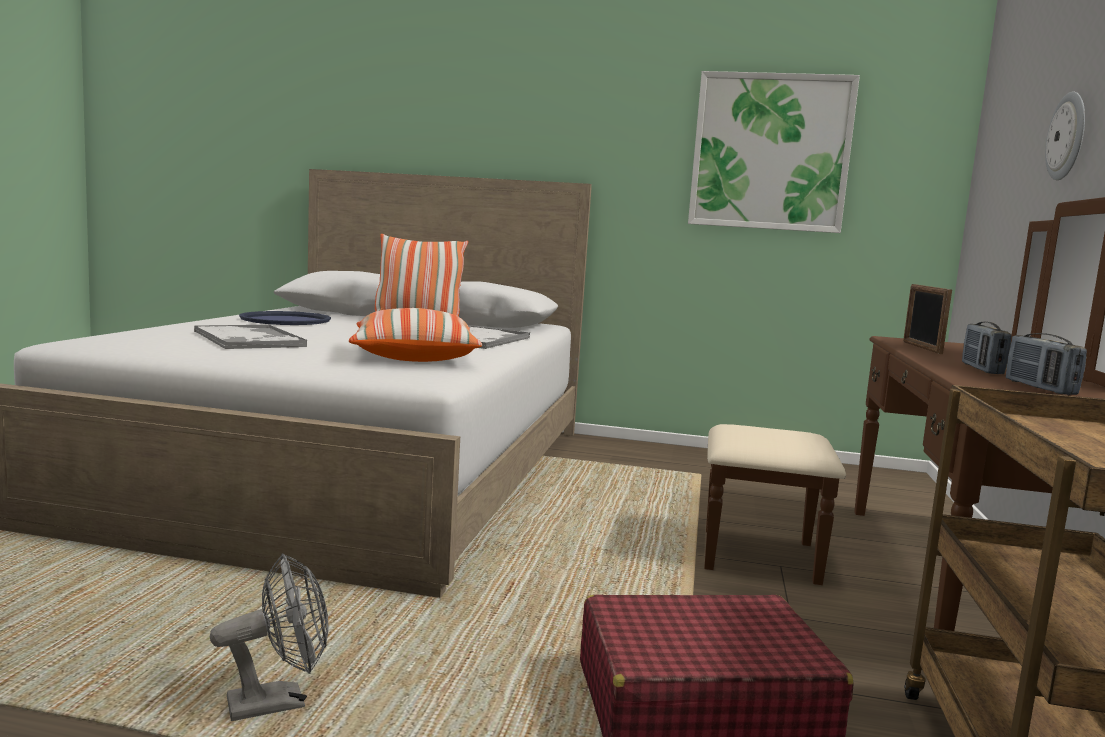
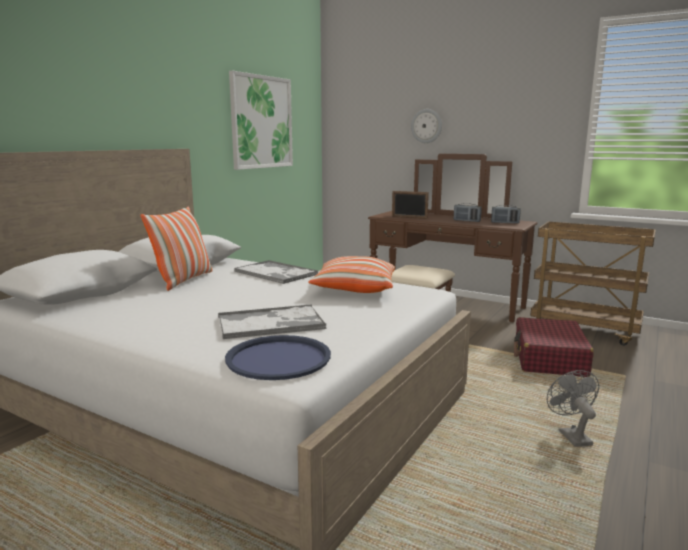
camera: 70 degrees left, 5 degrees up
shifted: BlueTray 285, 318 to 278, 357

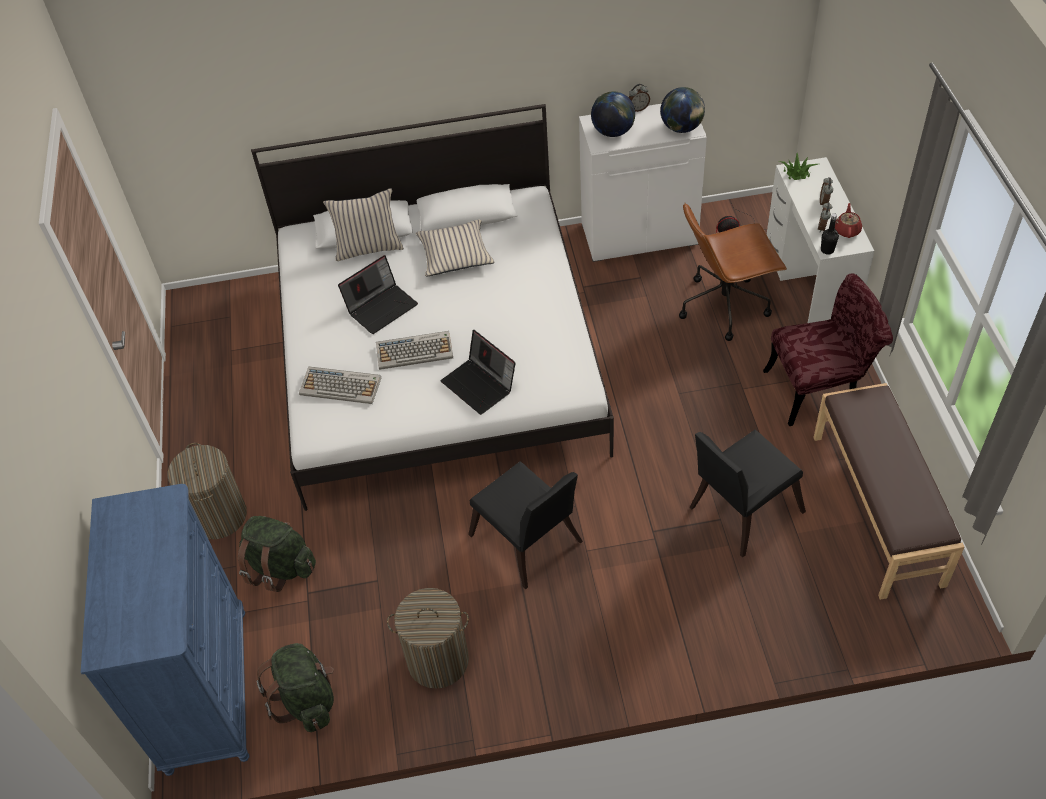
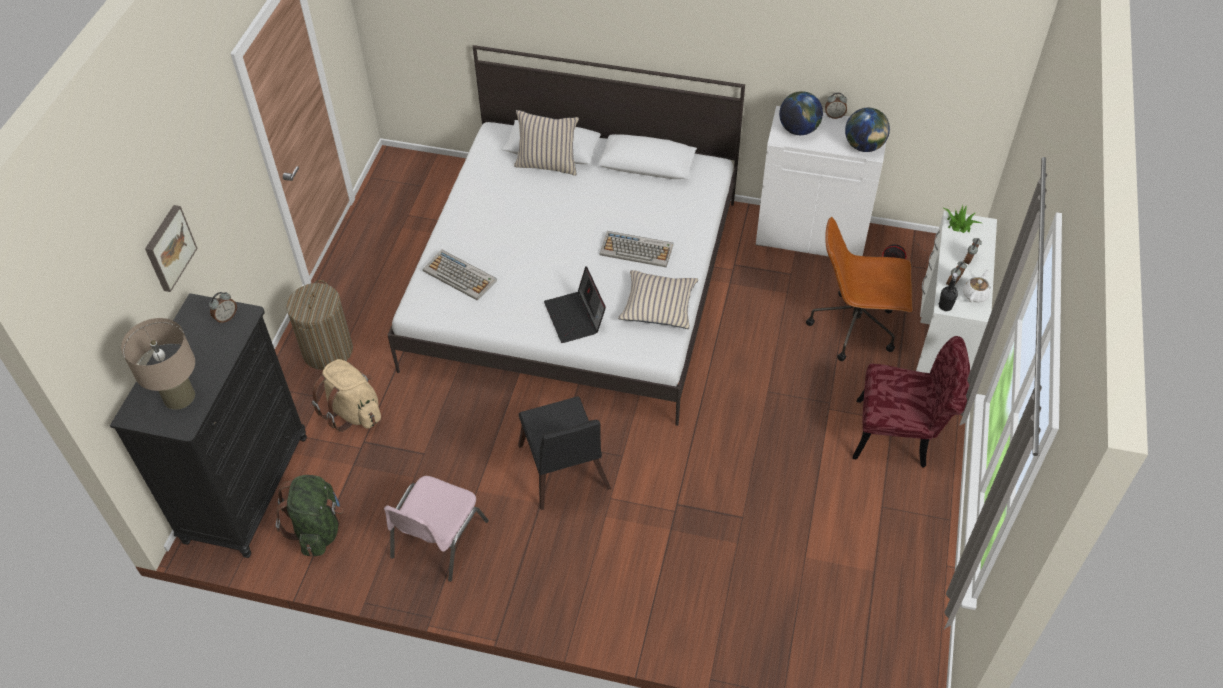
camera: 20 degrees right, 0 degrees up
gone: PortableComputer 378, 294; BrownColouredLongSeat 888, 491; BlackColouredUprightChair 748, 493
new: WallArt 171, 248; BedsideClock 223, 307; SandColouredTableLamp 158, 364
shifted: SandColouredCushion 455, 248 to 658, 299; PcKeyboard 414, 350 to 636, 249
swapped: WashingBasket 428, 638 to PinkColouredUprightChair 436, 529
repainted: ReddishPotForTea 848, 220 to WhitishPotForTea 977, 285; BlueChestOfDrawers 165, 630 to BlackColouredChestOfDrawers 208, 425; GreenColouredBackpack 277, 554 to SandColouredBackpack 346, 395

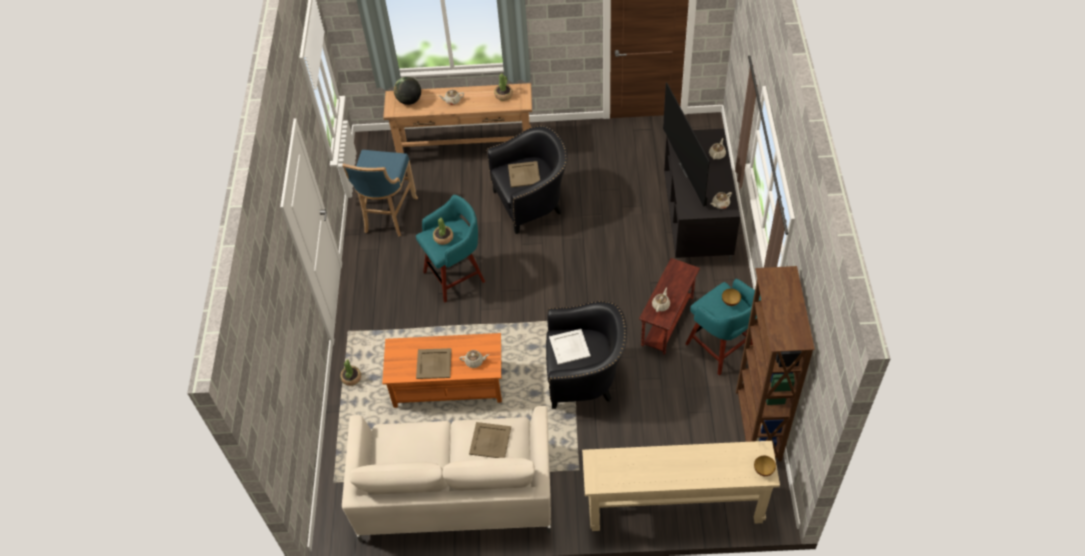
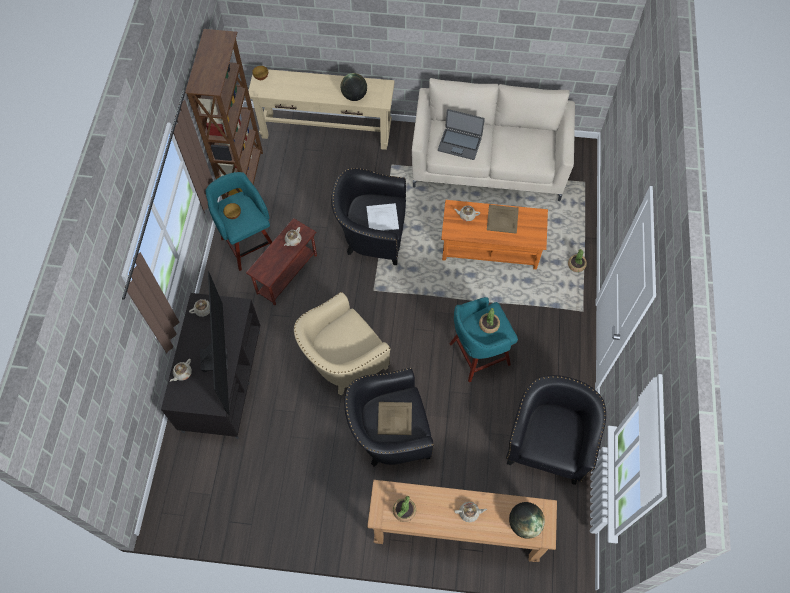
camera: 175 degrees left, 10 degrees up
new: WorldGlobe 353, 87; SandColouredEasyChair 342, 343
swapped: BlueStool 380, 193 to BlackColouredEasyChair 556, 430; SandColouredTray 490, 440 to PortableComputer 461, 134

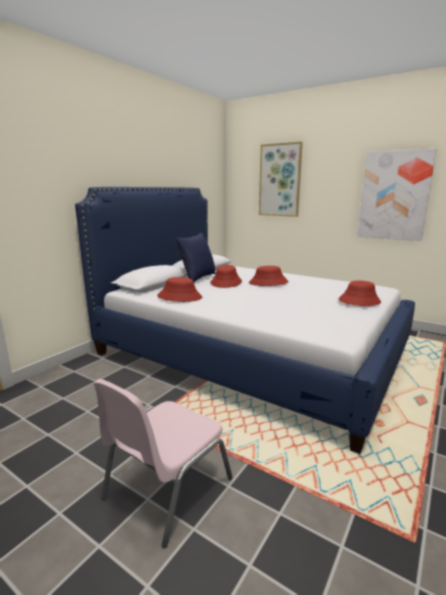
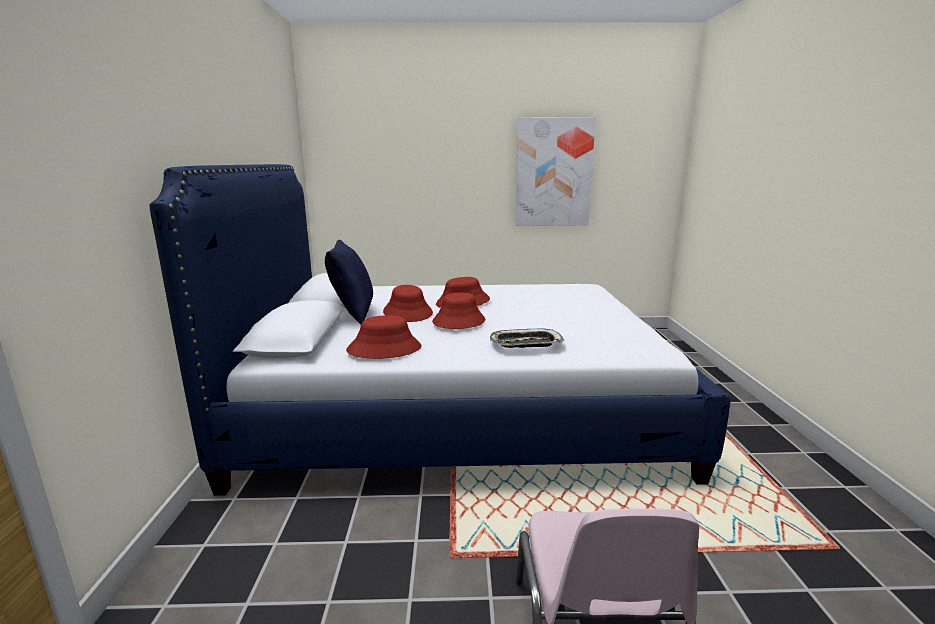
camera: 35 degrees left, 0 degrees up
gone: WallArt 281, 179
new: Tray 527, 338
shifted: ReddishClothingHat 359, 293 to 458, 311

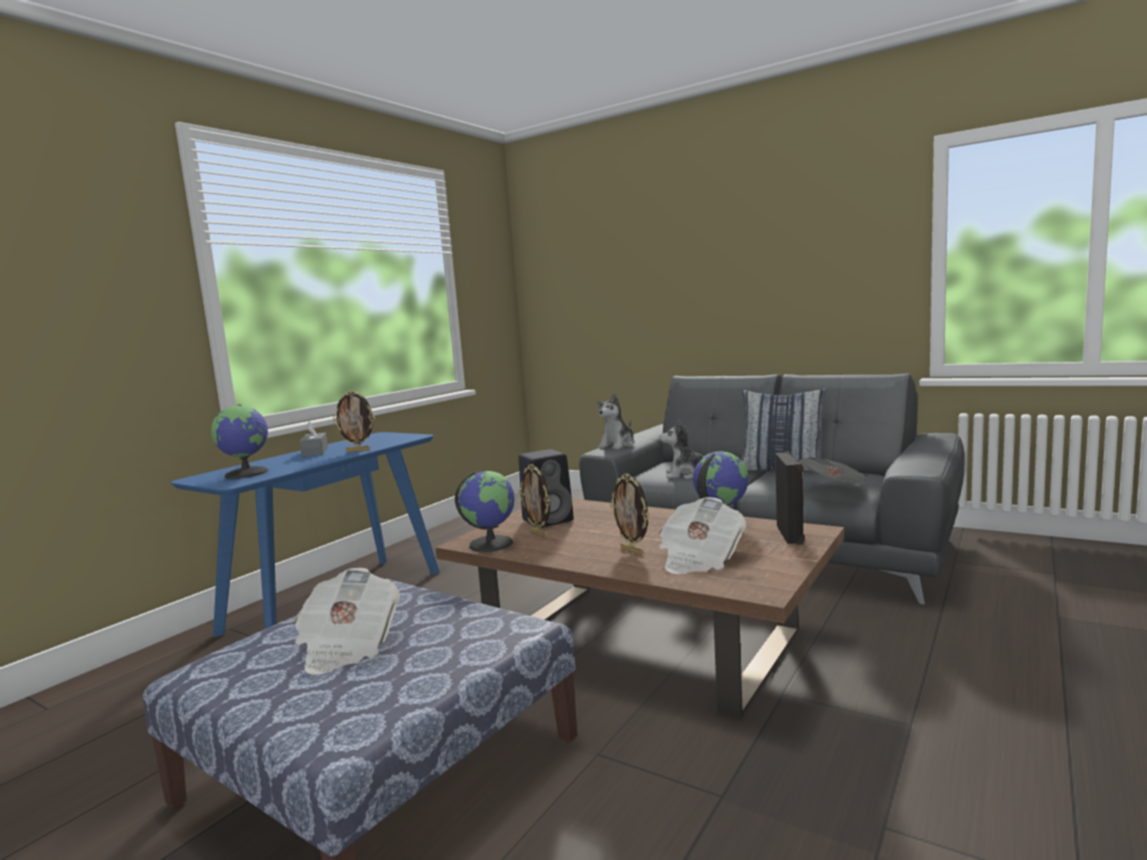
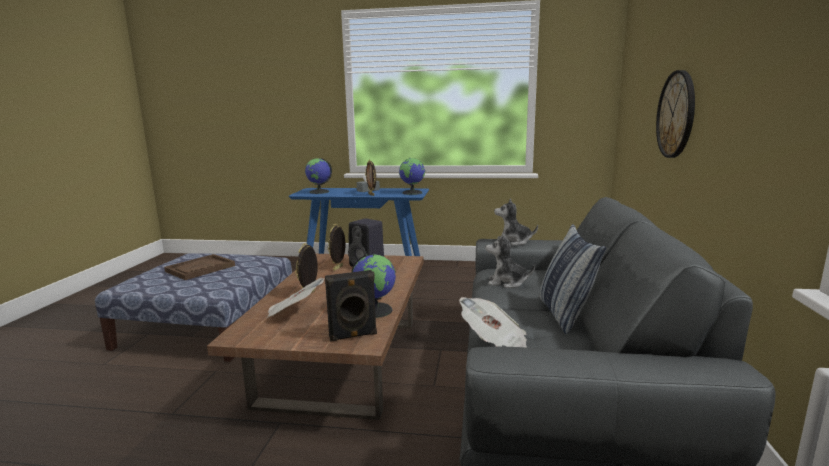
camera: 65 degrees right, 5 degrees up
new: HangingClock 675, 114
shifted: WorldGlobe 485, 511 to 412, 176
swapped: DailyPaper 347, 621 to BrownColouredTray 199, 267
rotated: PlushToy 688, 449 = 510, 261 60 degrees counterclockwise

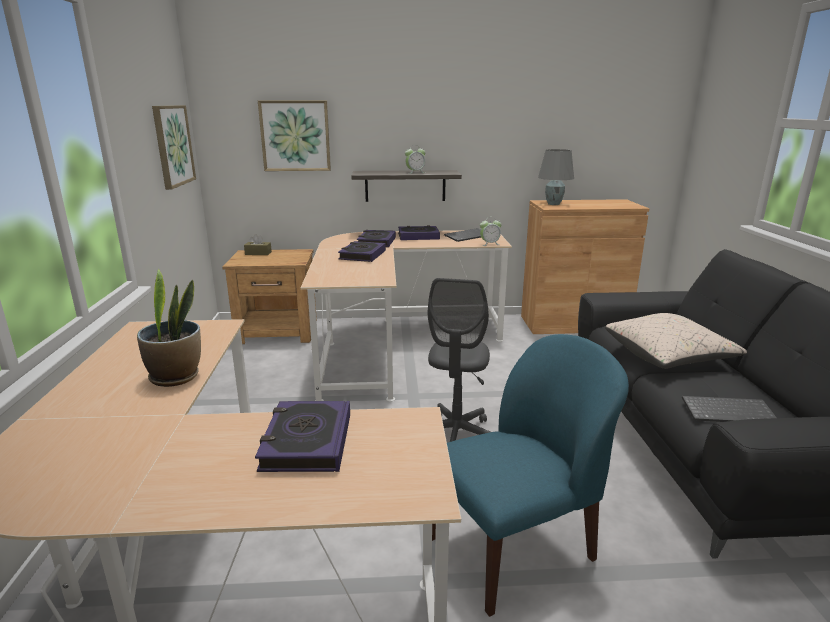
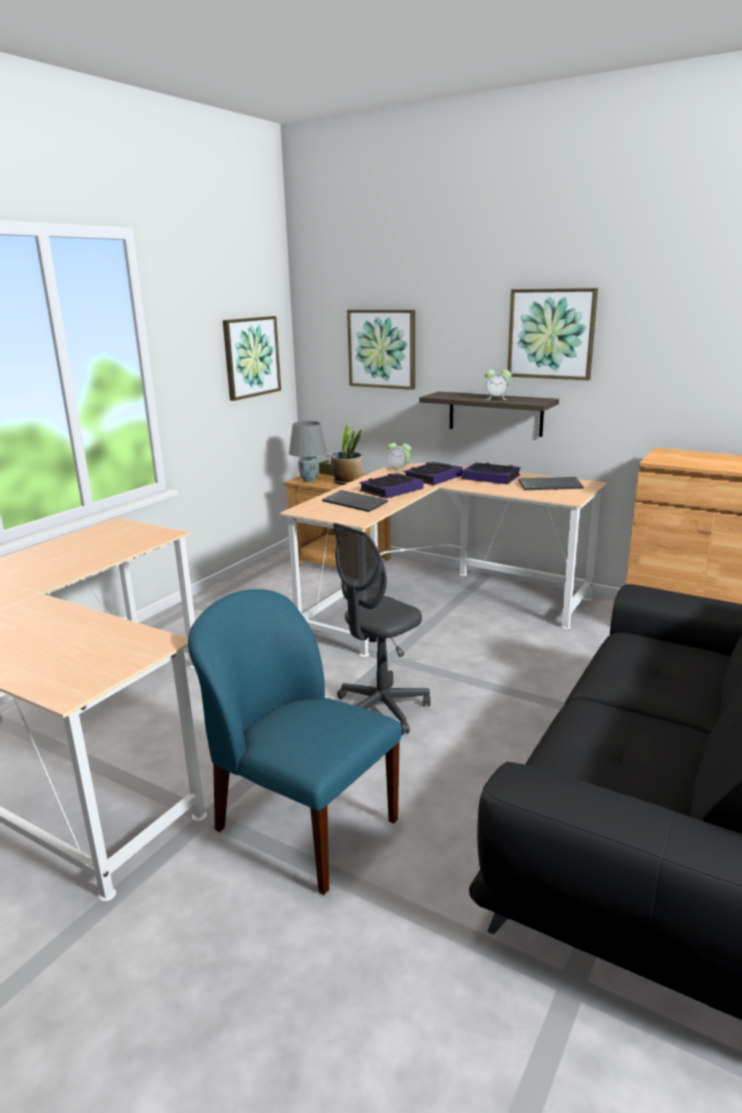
camera: 35 degrees right, 0 degrees up
gone: SandColouredCushion 676, 341; Volume 302, 436
new: WallArt 552, 334
shifted: GreyTableLamp 556, 177 to 308, 451; BedsideClock 491, 232 to 399, 455; Houseplant 169, 328 to 346, 453; PcKeyboard 729, 409 to 355, 501
rotated: BlueUprightChair 530, 475 = 295, 742 150 degrees counterclockwise

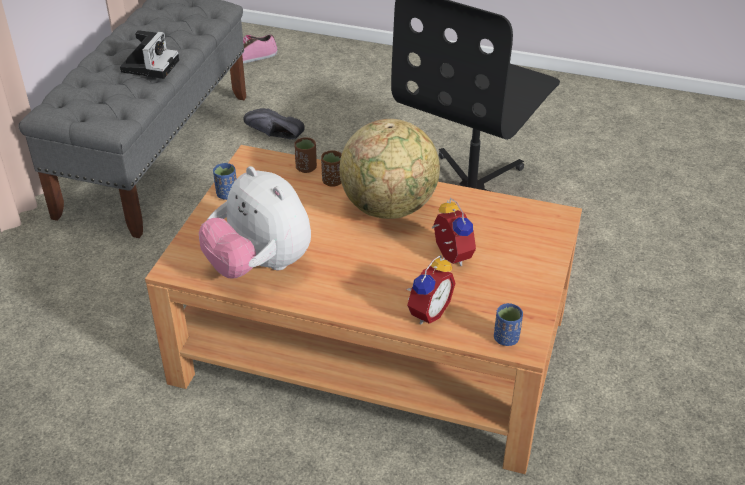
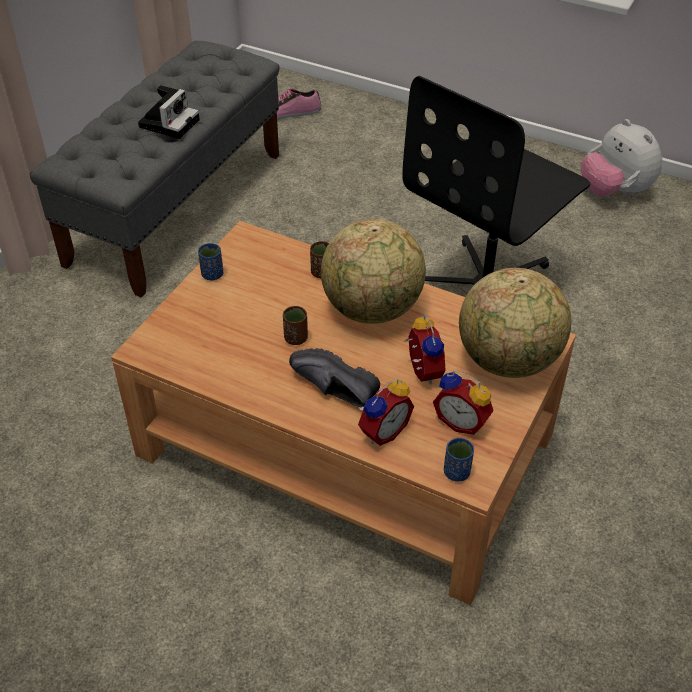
camera: 10 degrees right, 5 degrees up
new: WorldGlobe 515, 323; BedsideClock 463, 403
shifted: BlackColouredItemOfFootwear 274, 123 to 334, 377; BrownColouredCup 305, 155 to 295, 325; PlushToy 255, 222 to 621, 157

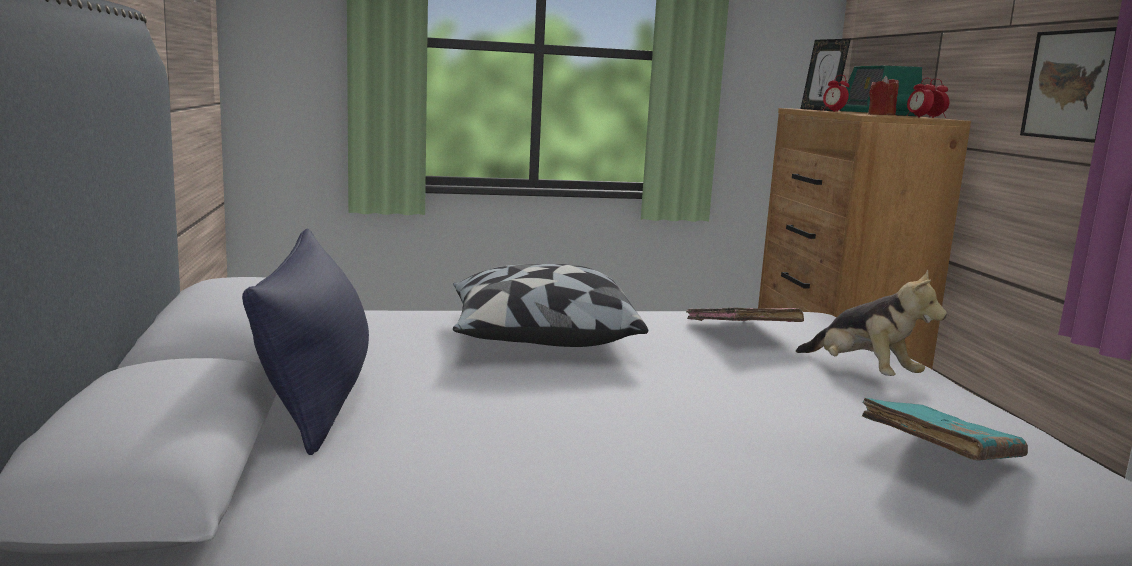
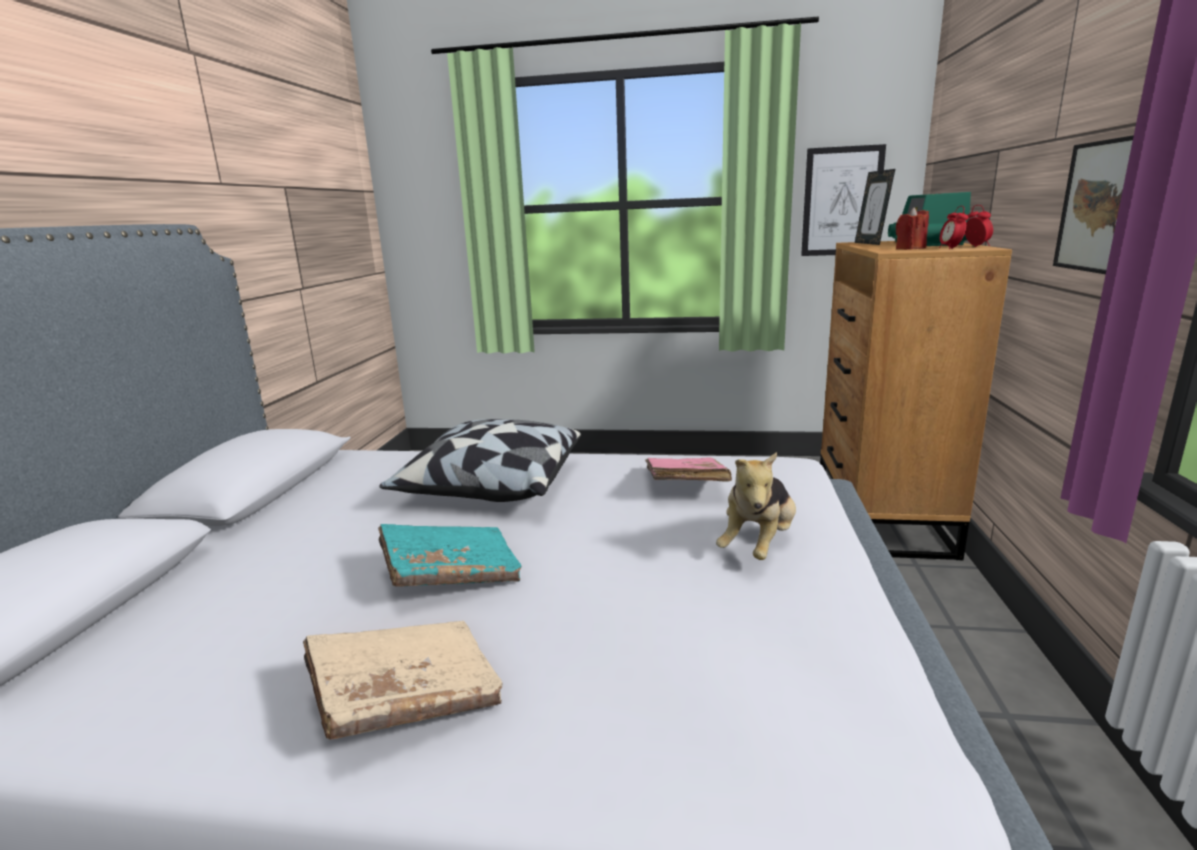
camera: 20 degrees right, 5 degrees up
gone: BedsideClock 836, 93; BlueCushion 305, 342
new: WallArt 843, 200; SandColouredVolume 402, 680
shifted: BlueGreenVolume 945, 429 to 449, 555
rotated: PlushToy 871, 322 = 756, 506 45 degrees clockwise

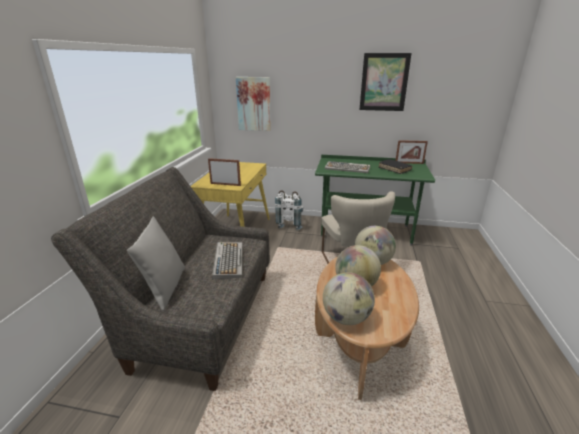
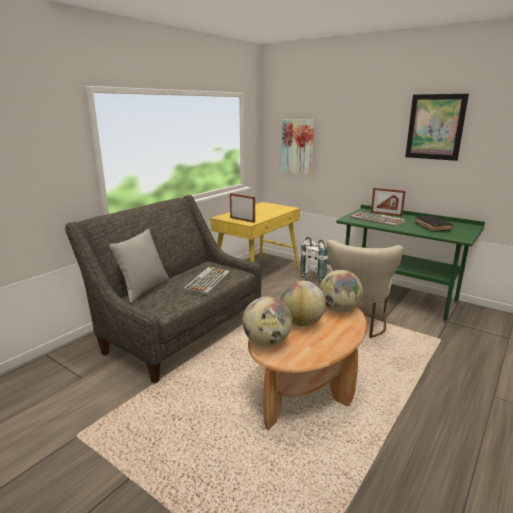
camera: 25 degrees right, 5 degrees down
shifted: PictureFrame 412, 152 to 388, 202

